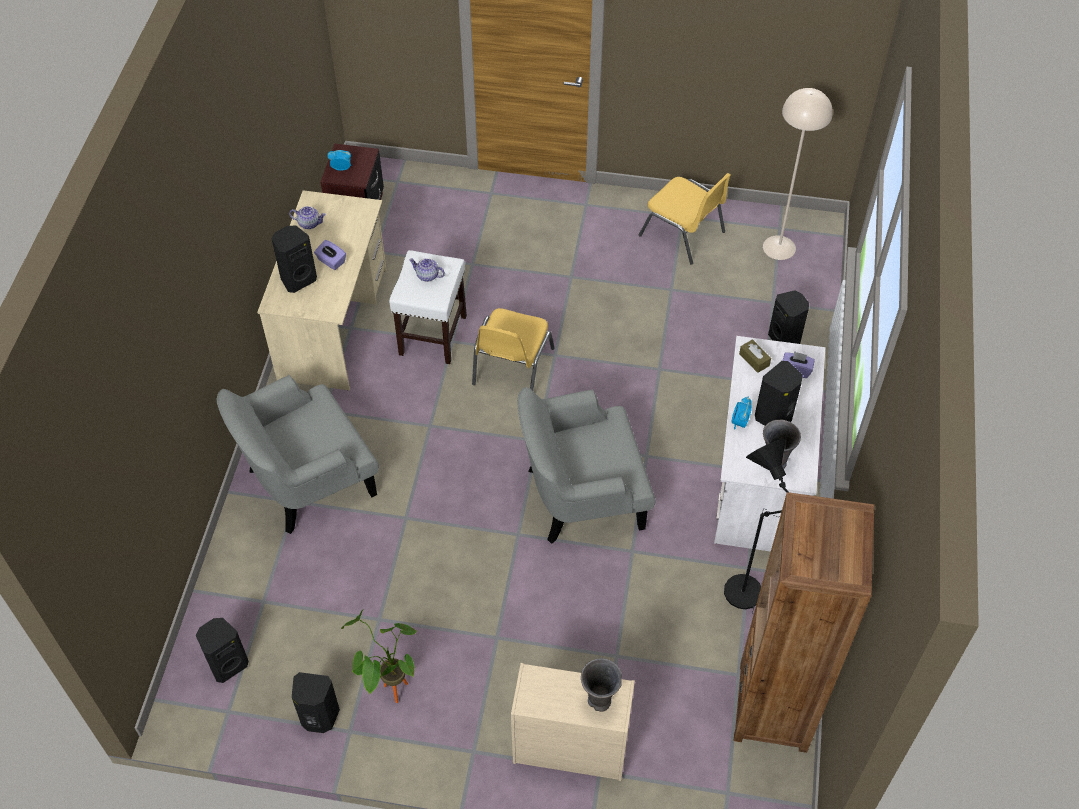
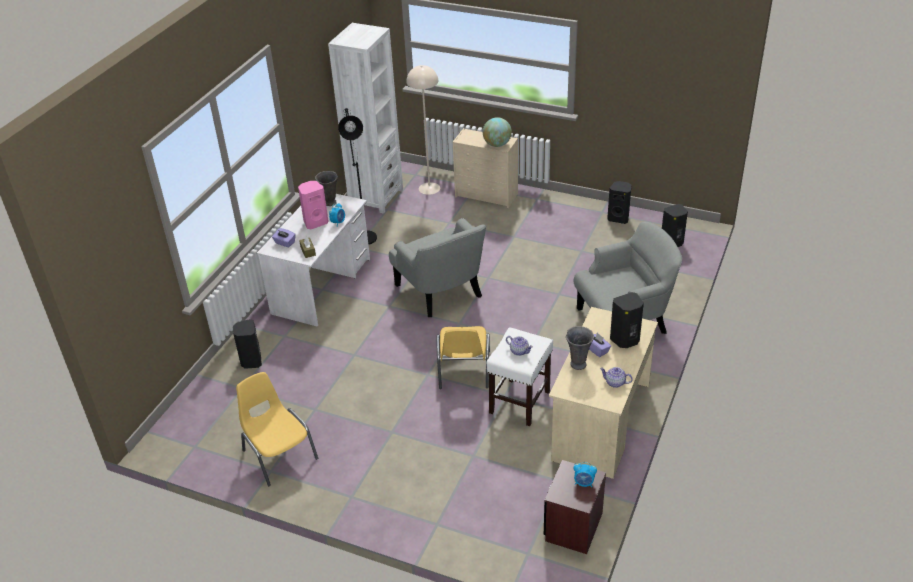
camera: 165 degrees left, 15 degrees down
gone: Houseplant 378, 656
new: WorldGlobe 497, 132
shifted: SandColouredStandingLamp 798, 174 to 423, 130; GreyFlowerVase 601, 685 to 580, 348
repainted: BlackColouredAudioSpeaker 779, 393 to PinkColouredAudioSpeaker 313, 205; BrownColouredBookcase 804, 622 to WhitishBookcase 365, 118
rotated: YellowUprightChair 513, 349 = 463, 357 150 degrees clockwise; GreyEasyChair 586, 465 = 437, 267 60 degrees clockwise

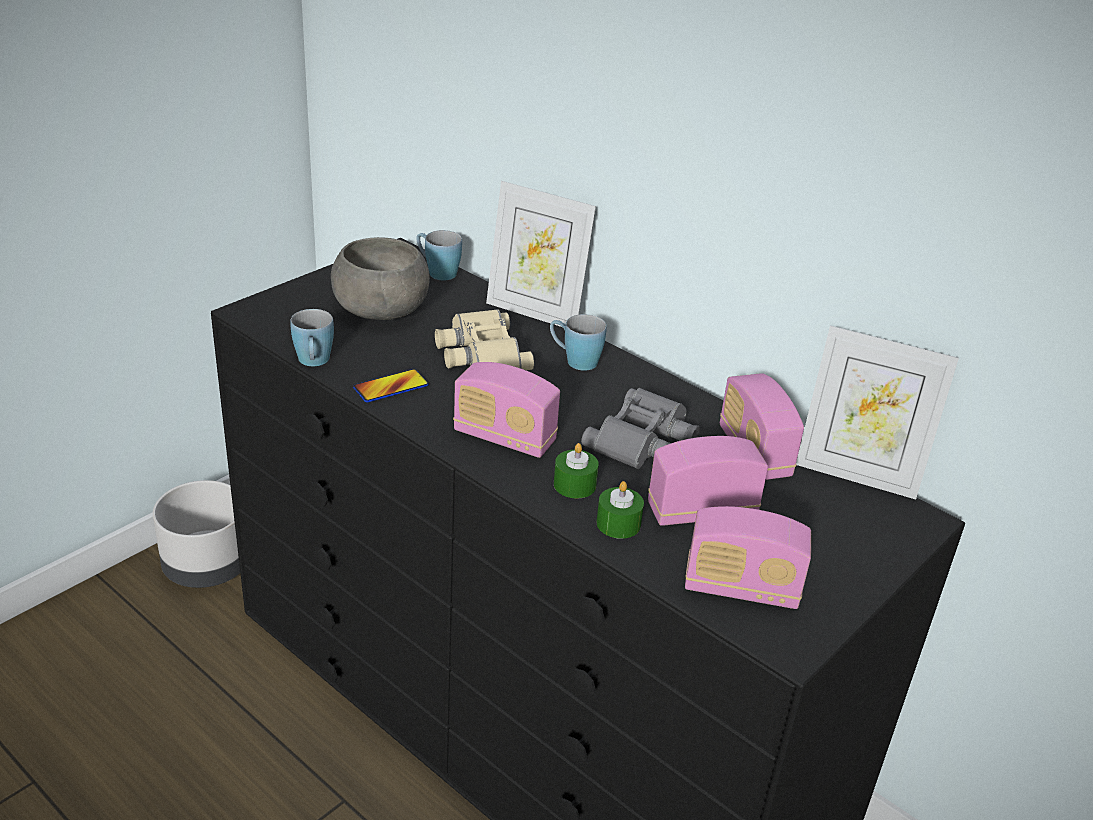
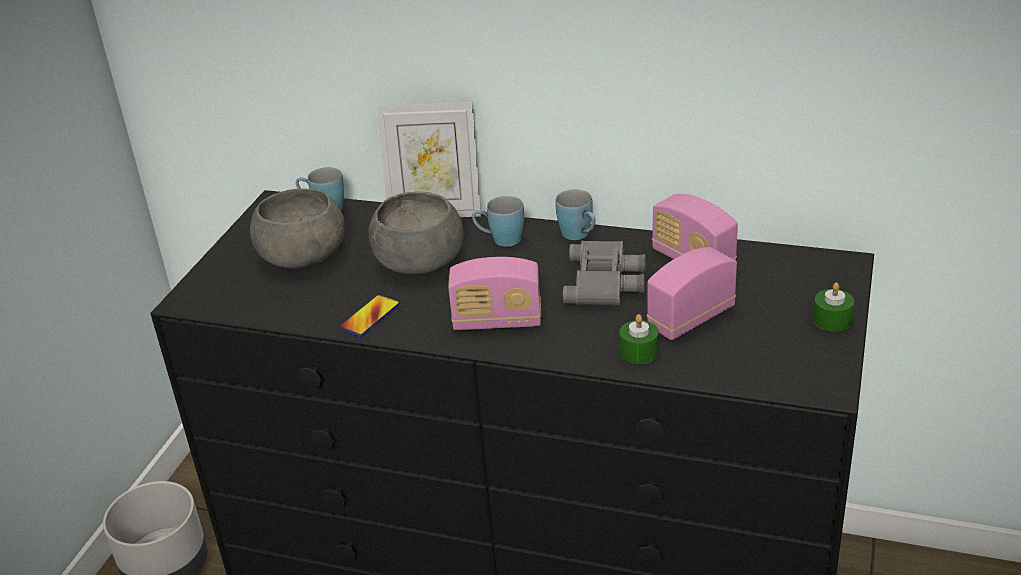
camera: 20 degrees left, 0 degrees up
gone: PictureFrame 877, 412; RadioReceiver 748, 557
shifted: BlueCoffeeMug 312, 337 to 575, 214; GreenColouredCandle 576, 471 to 833, 307
swapped: SandColouredPairOfBinoculars 484, 339 to GreyDeepDish 416, 232

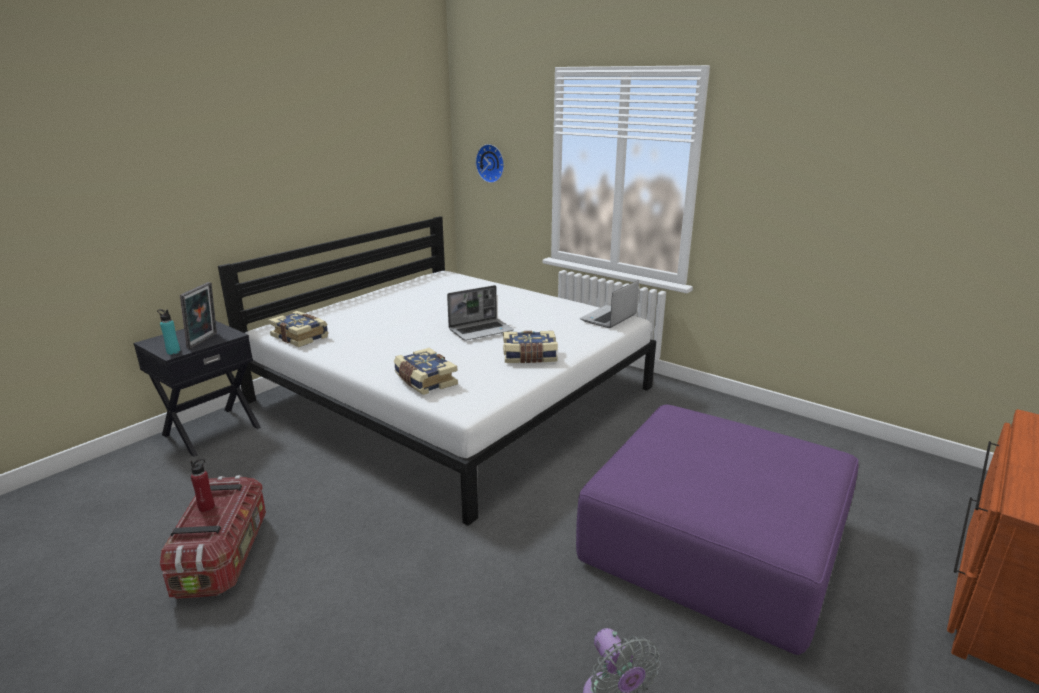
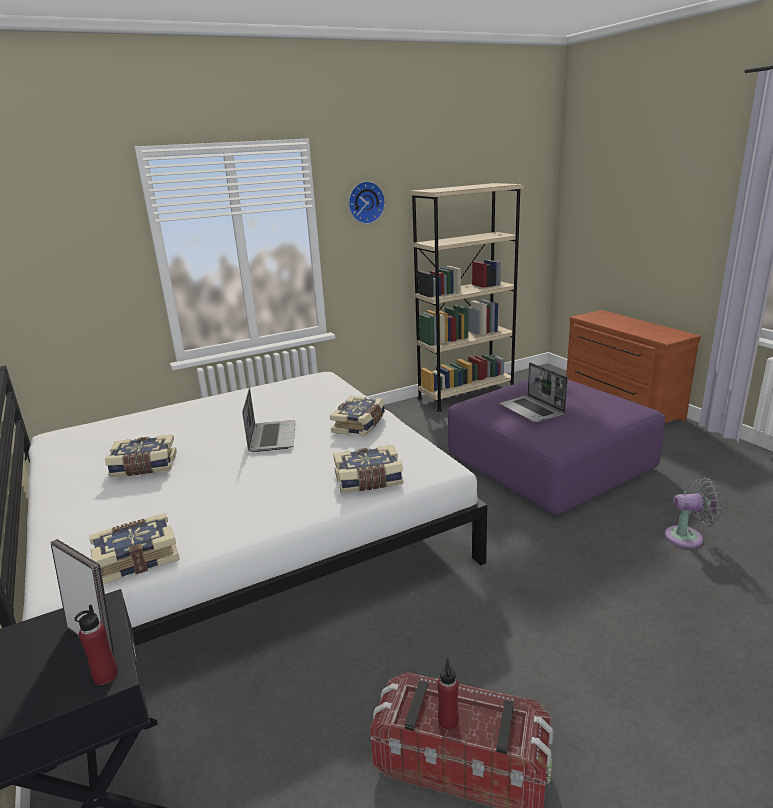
camera: 65 degrees left, 0 degrees up
new: SandColouredBookcase 466, 297; Volume 141, 456
shifted: HangingClock 489, 163 to 366, 202; PortableComputer 609, 304 to 533, 392
repainted: BlueGreenBeverageBottle 168, 331 to ReddishBeverageBottle 96, 645

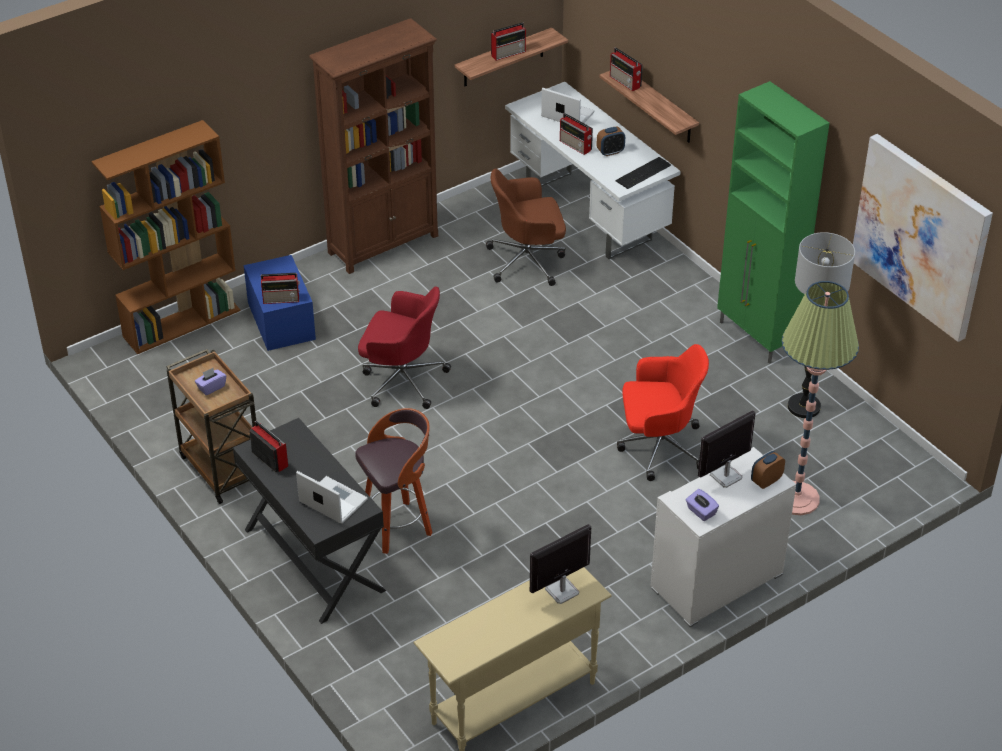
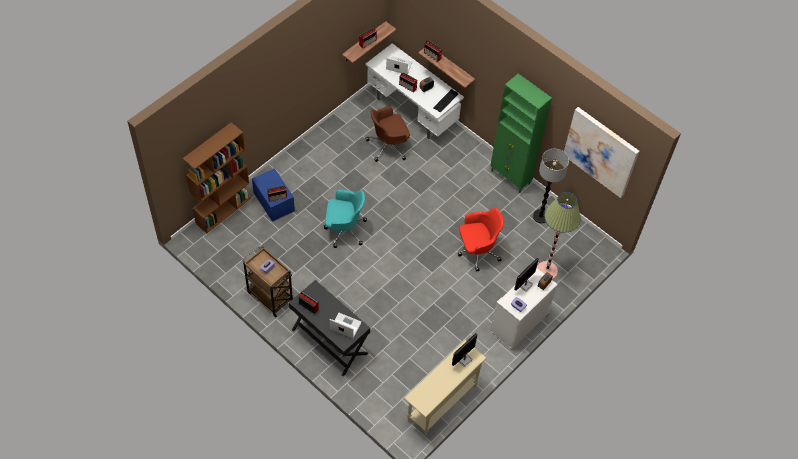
camera: 15 degrees left, 15 degrees up
gone: BrownColouredBookcase 373, 146; Stool 393, 481
repainted: ReddishOfficeChair 404, 348 to BlueGreenOfficeChair 345, 219

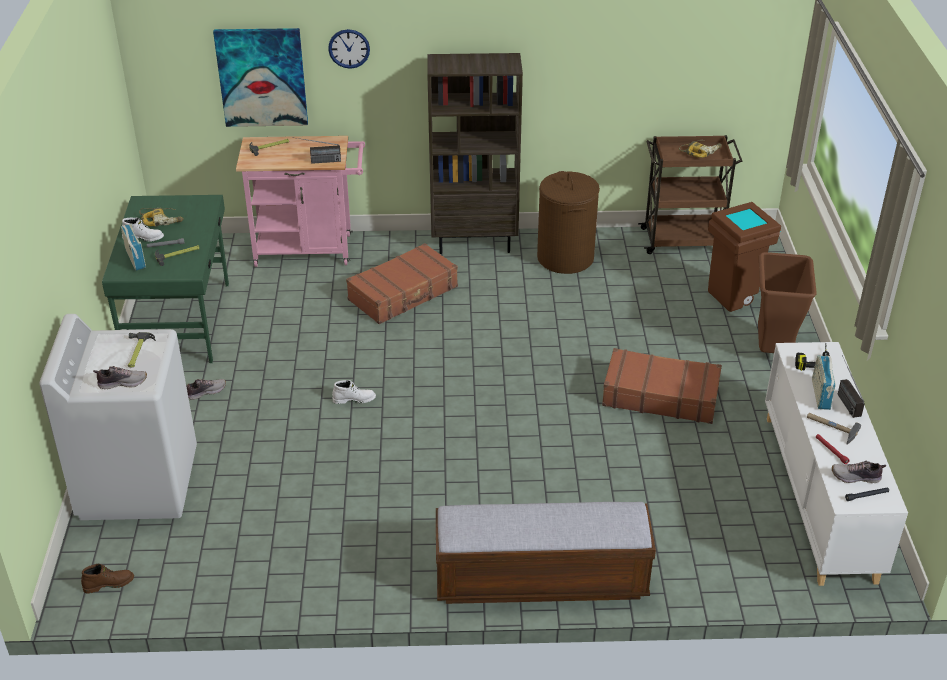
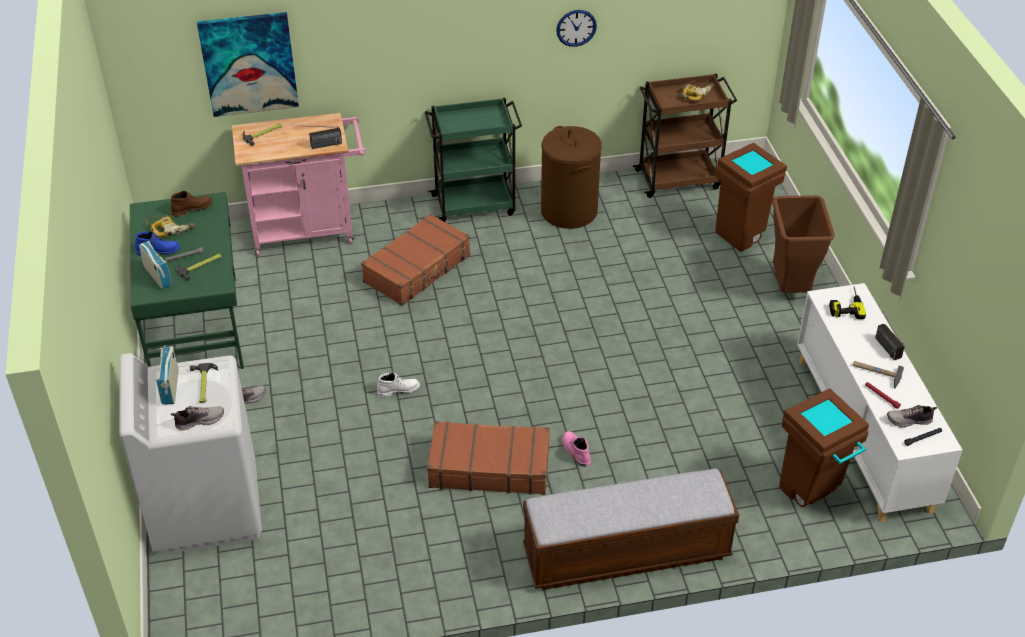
camera: 10 degrees left, 5 degrees up
new: BrownColouredRubbishBin 824, 447; PinkColouredHighTopBoot 576, 449
shifted: HangingClock 349, 49 to 576, 28; BrownColouredSuitcase 662, 386 to 488, 458; RadioReceiver 824, 381 to 167, 375; BrownColouredHighTopBoot 107, 579 to 192, 204
swapped: BrownColouredBookcase 475, 153 to GreenColouredWheeledCart 473, 160
repainted: WhitishHighTopBoot 143, 229 to BlueHighTopBoot 157, 243

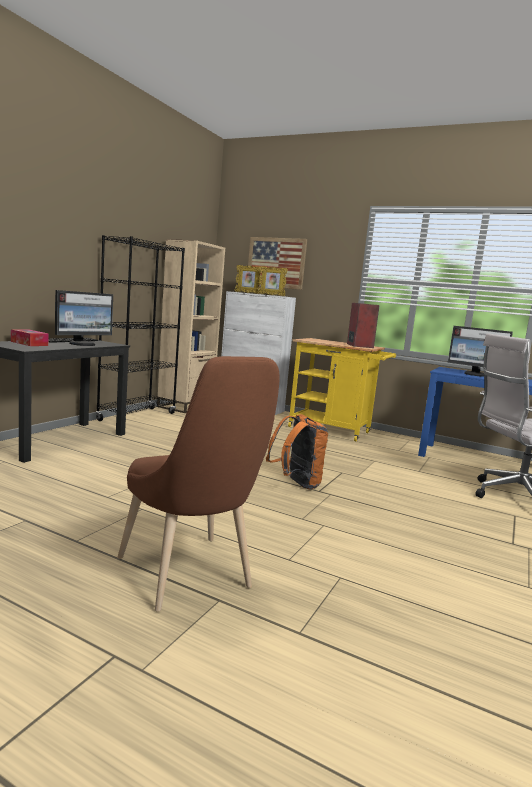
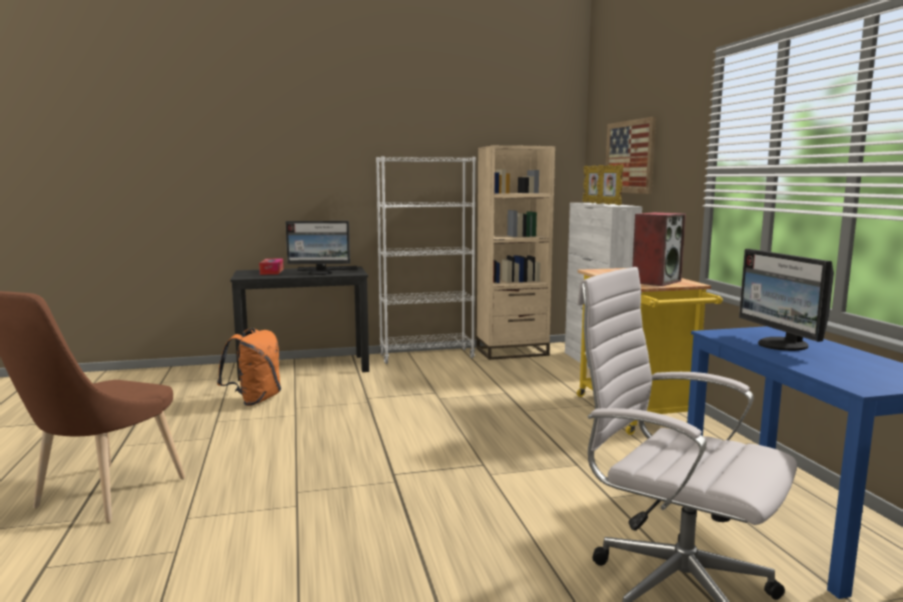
camera: 50 degrees right, 0 degrees up
shifted: OrangeyBackpack 297, 451 to 249, 367
repainted: BlackColouredBookcase 140, 328 to WhitishBookcase 426, 260

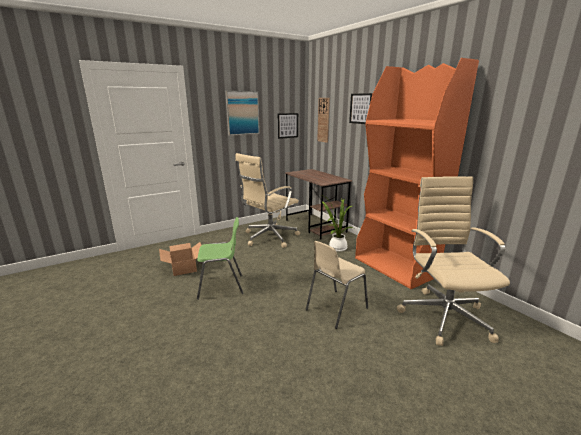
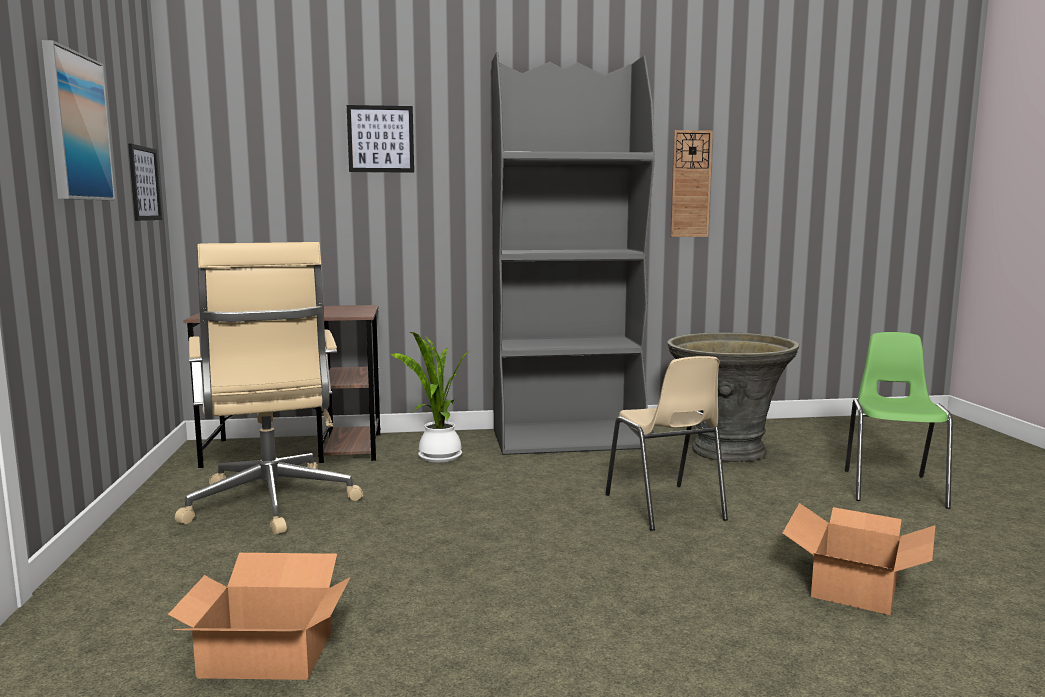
camera: 65 degrees left, 10 degrees down
new: CardboardBox 859, 559
shifted: HangingClock 323, 120 to 691, 183; GreenColouredUprightChair 220, 258 to 899, 420
swapped: SandColouredOfficeChair 453, 261 to GreyPlanter 733, 397
repainted: OrangeyBookcase 417, 173 to GreyBookcase 573, 253

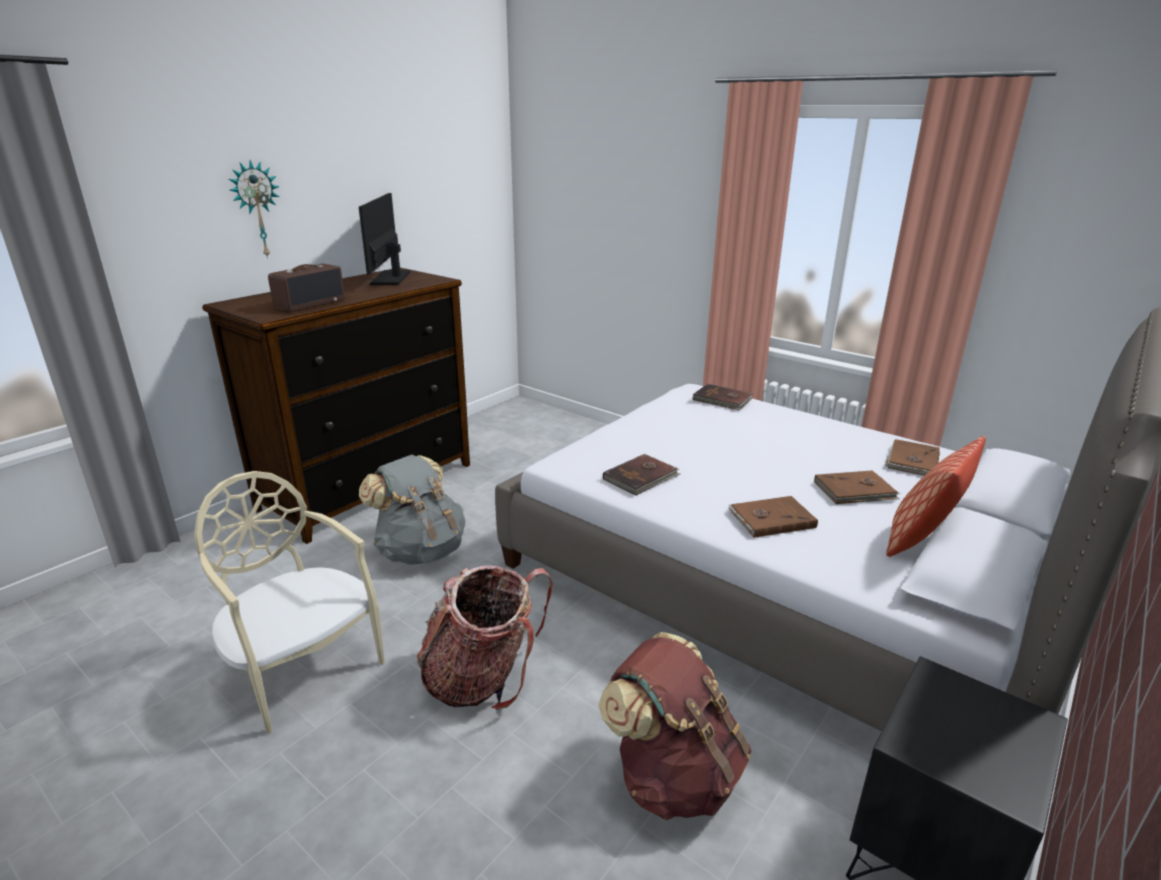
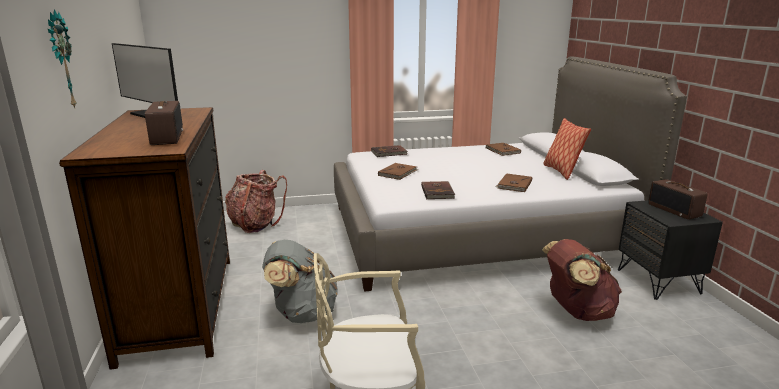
camera: 50 degrees left, 5 degrees down
new: RadioReceiver 677, 199
shifted: BrownColouredVolume 857, 487 to 398, 171; Backpack 485, 637 to 256, 201

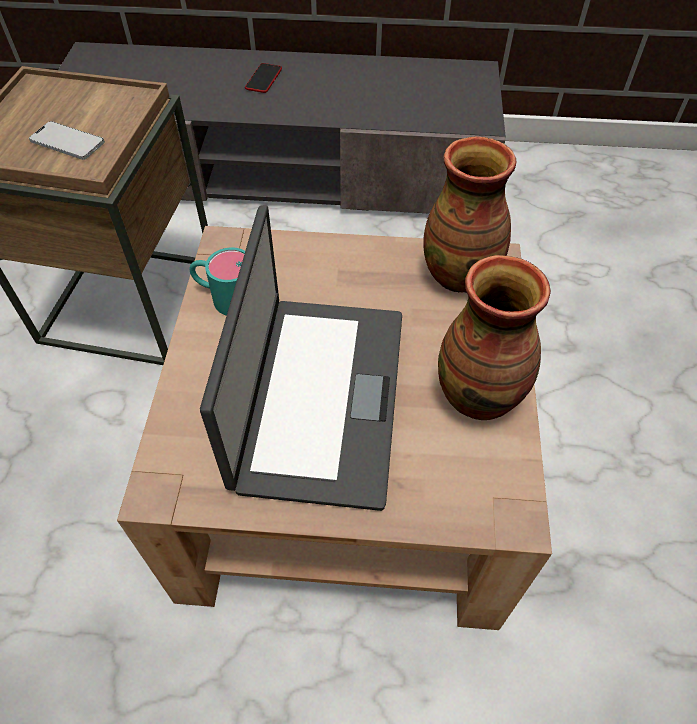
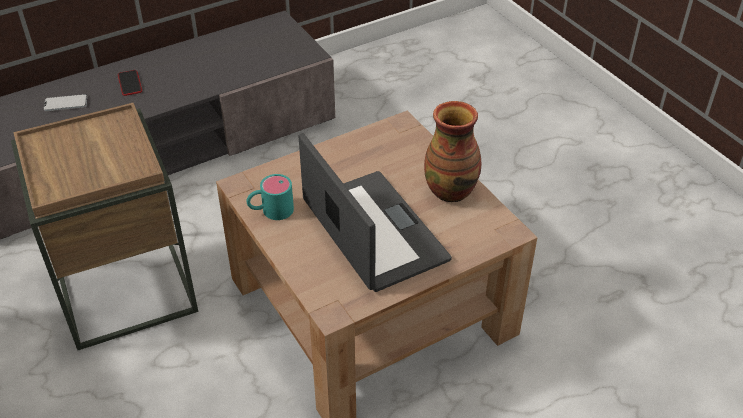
camera: 35 degrees left, 10 degrees down
gone: FlowerVase 469, 214
shifted: Handset 67, 140 to 65, 102

